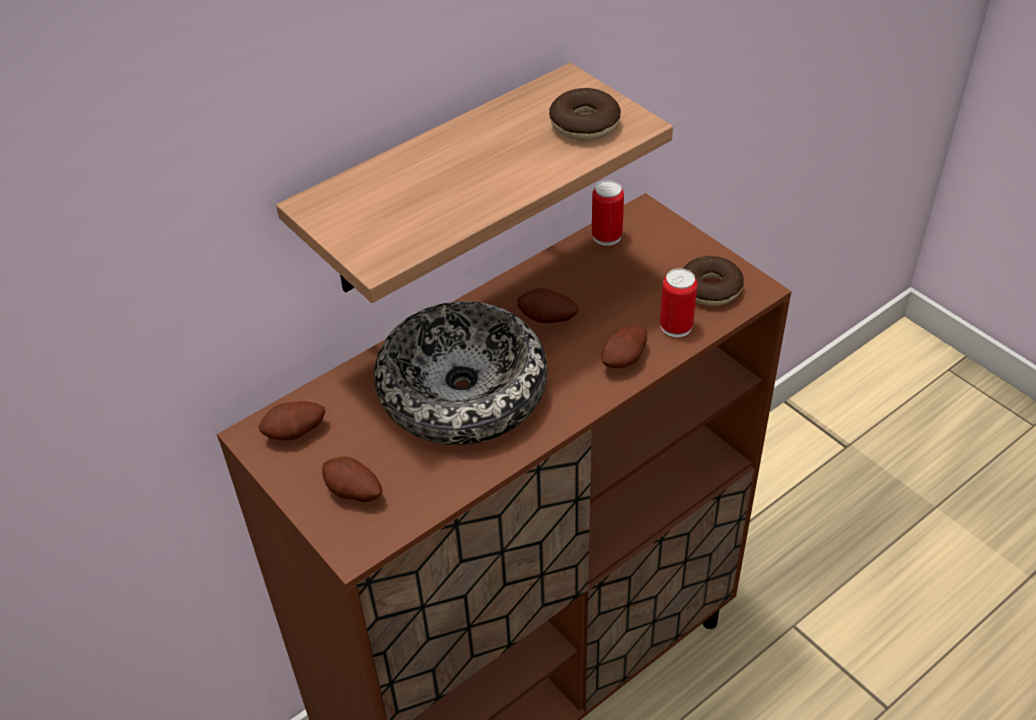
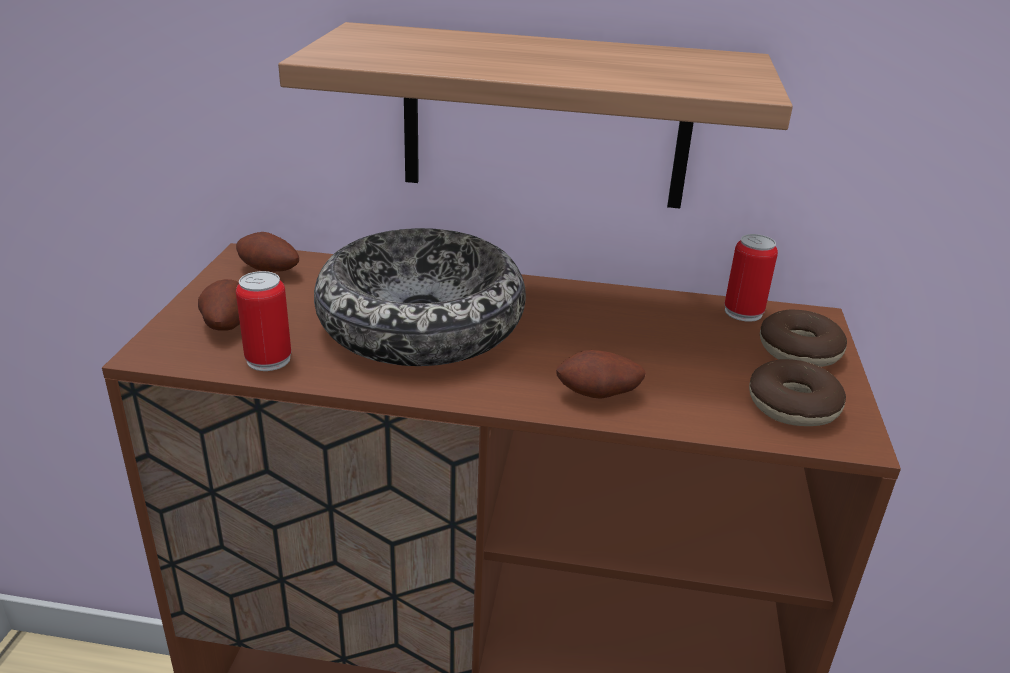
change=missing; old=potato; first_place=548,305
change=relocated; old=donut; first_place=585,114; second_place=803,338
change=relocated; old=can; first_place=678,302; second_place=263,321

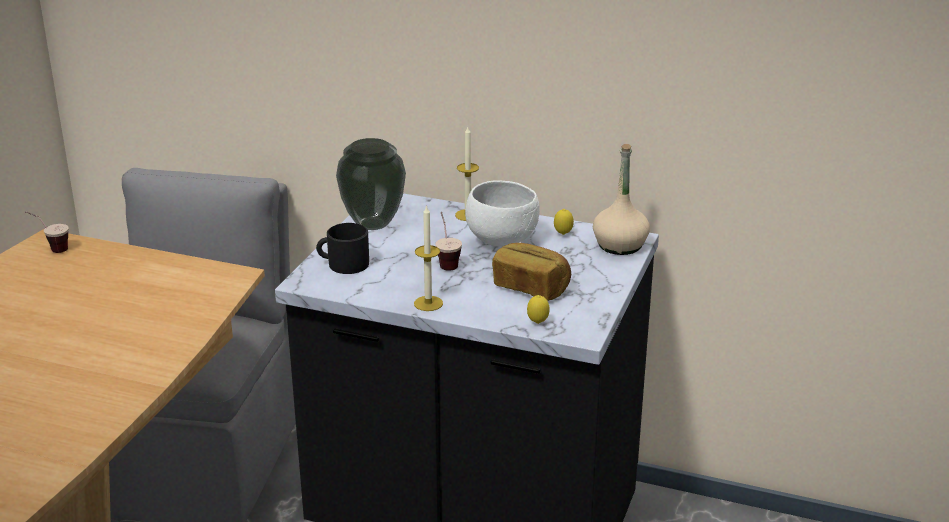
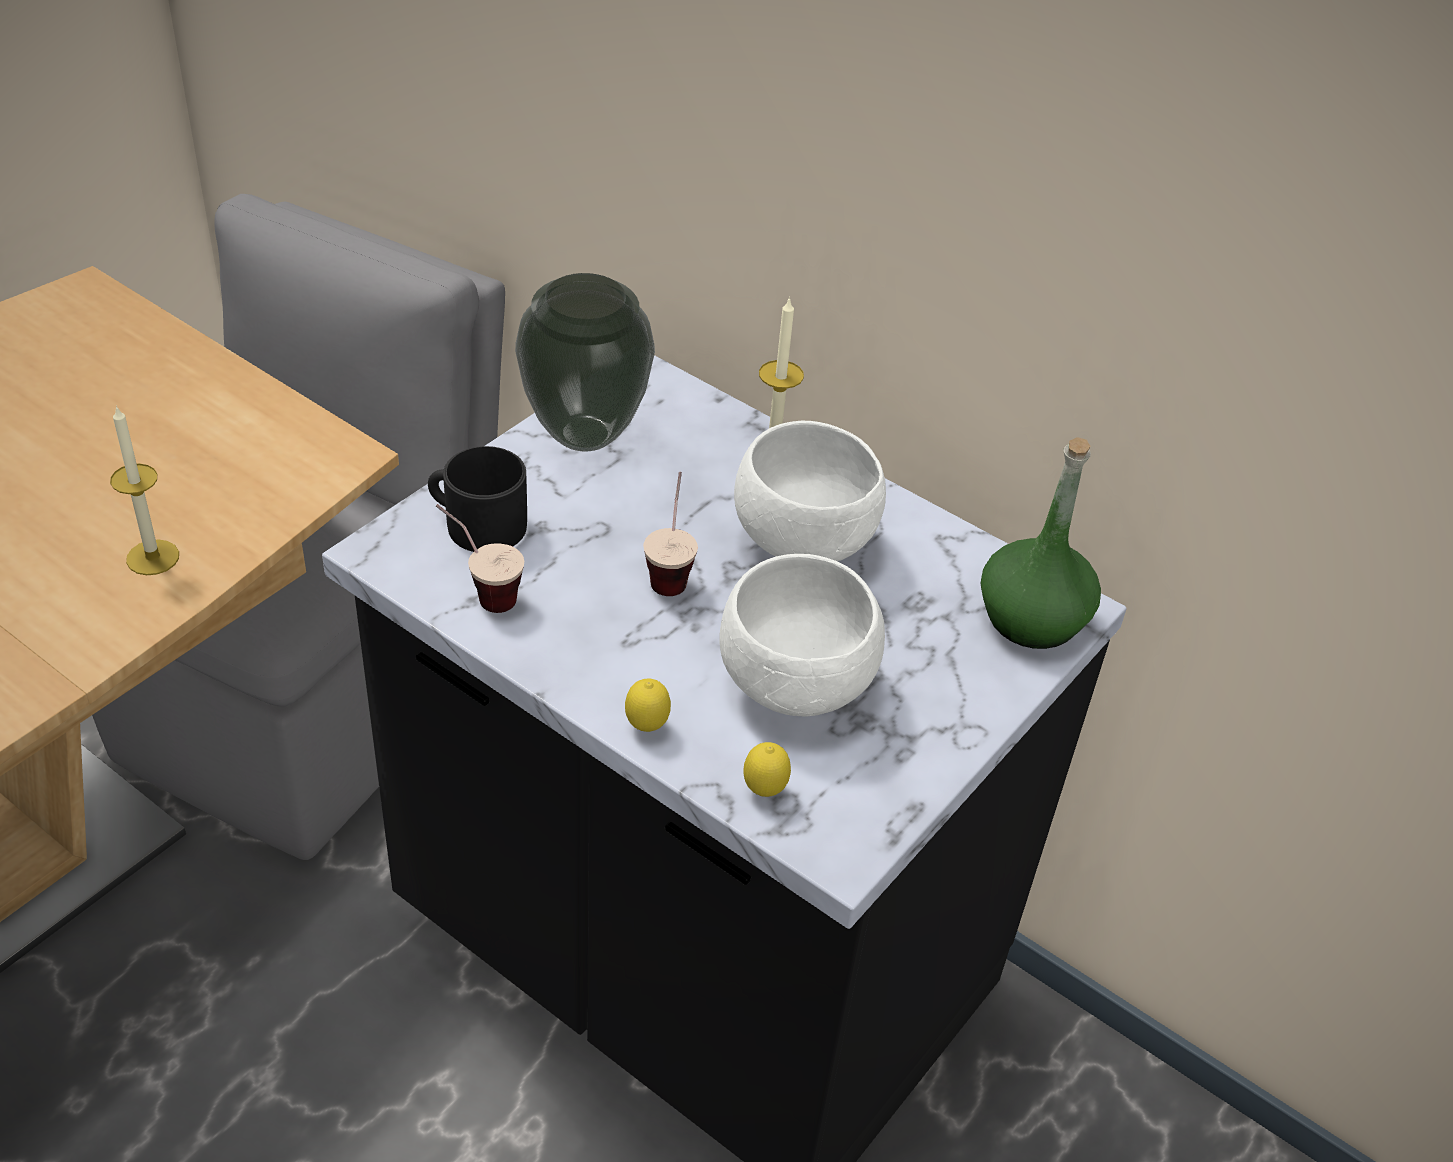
change=relocated; old=cup; first_place=46,232; second_place=480,558
change=relocated; old=candle; first_place=428,258; second_place=144,490
change=exchanged; old=bread; new=bowl/white; first_place=531,272; second_place=802,635
change=relocated; old=lemon; first_place=564,222; second_place=648,705
change=colour; old=bottle/beige; new=bottle/green; first_place=621,199; second_place=1041,543

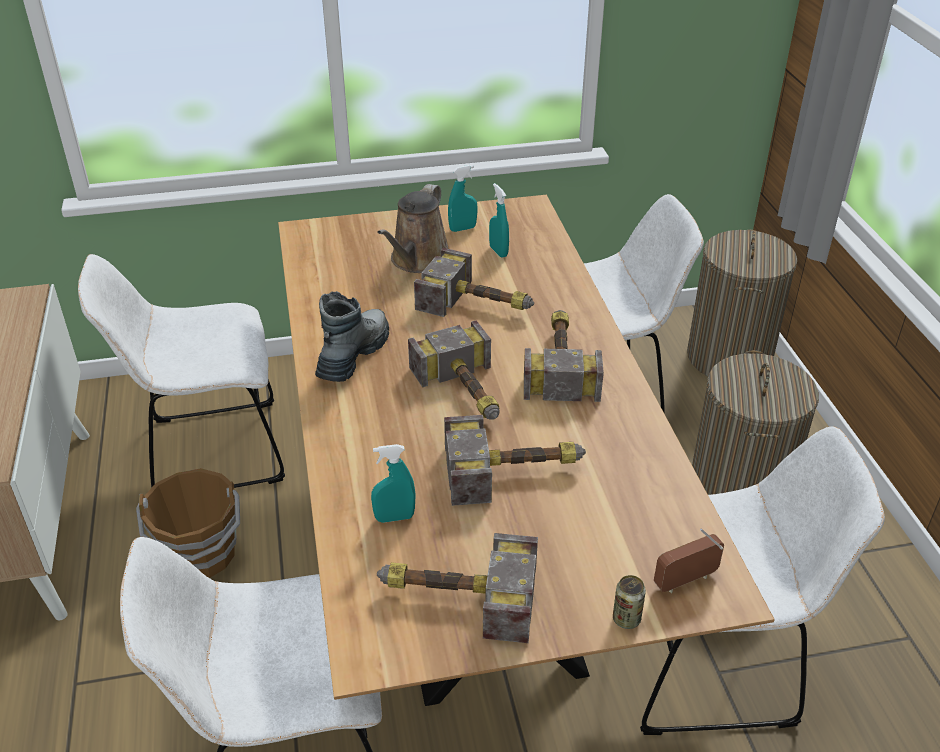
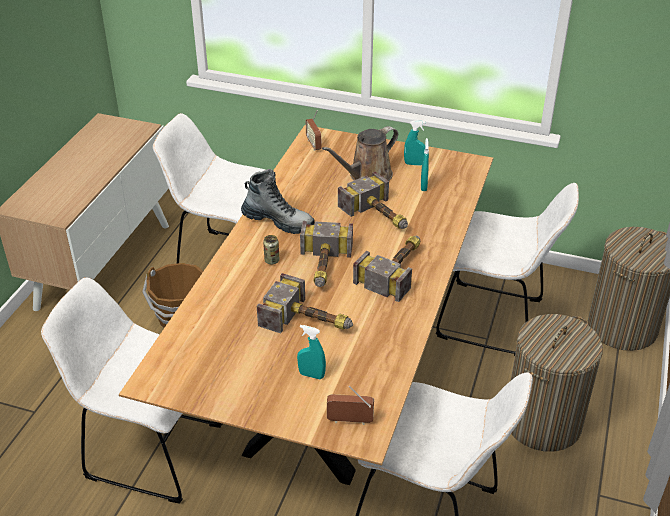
change=spun; old=boot; first_place=352,336; second_place=278,201; degrees=60
change=relocated; old=spray bottle/turquoise; first_place=393,483; second_place=311,352
change=missing; old=hammer; first_place=457,588
change=relocated; old=can; first_place=629,602; second_place=271,249
change=appeared; new=radio; second_place=313,130

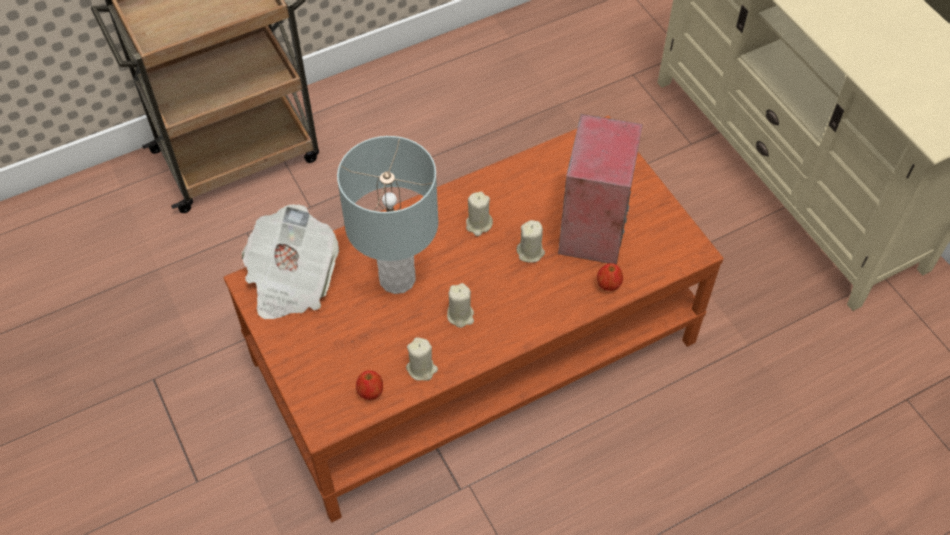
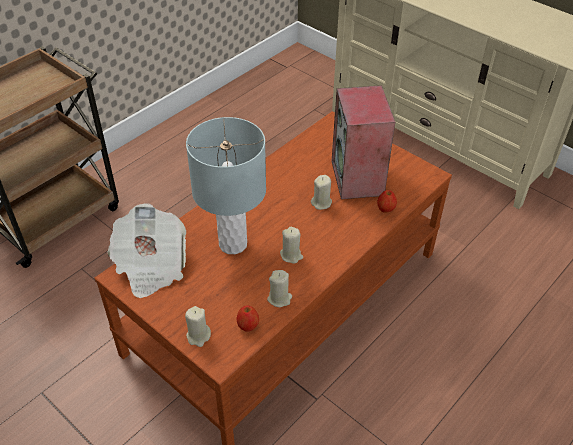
change=relocated; old=candle/beige; first_place=479,214; second_place=198,326

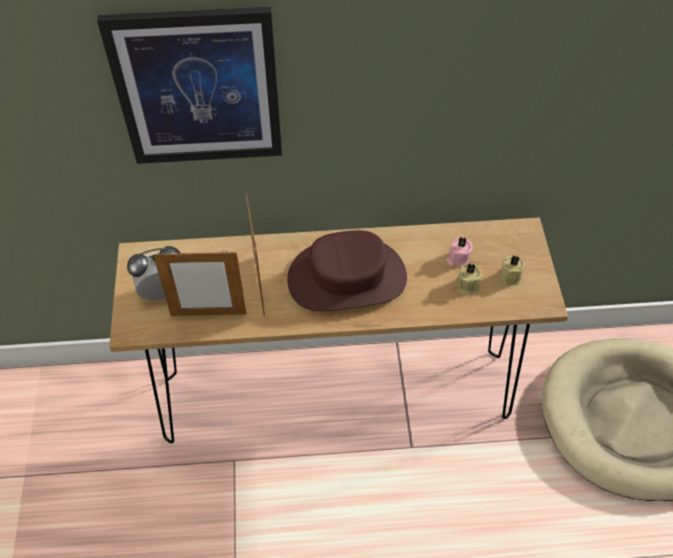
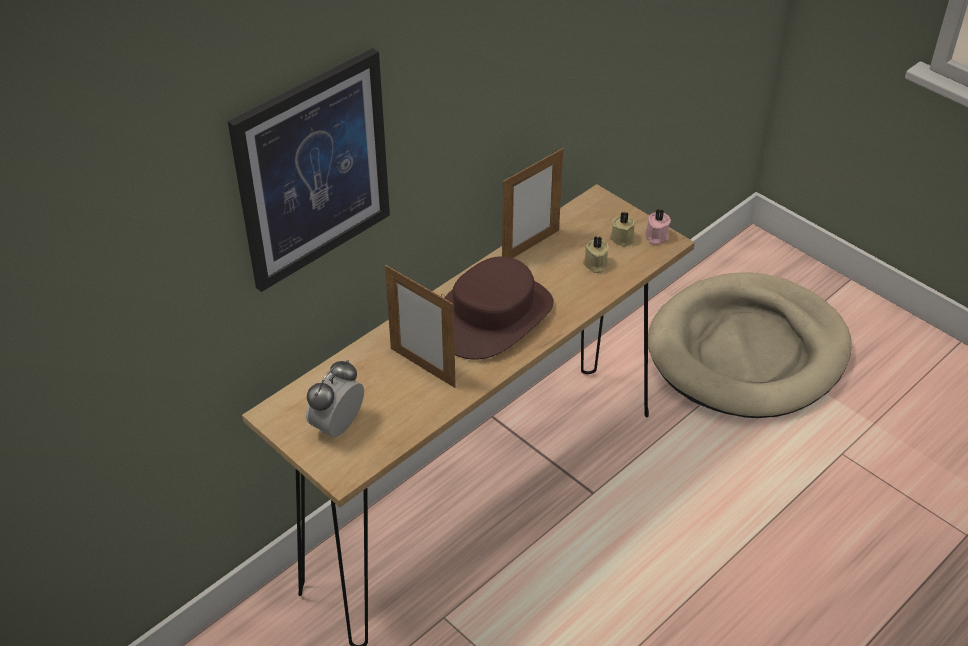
change=relocated; old=picture frame; first_place=199,283; second_place=532,203
change=relocated; old=candle/pink; first_place=459,252; second_place=658,227

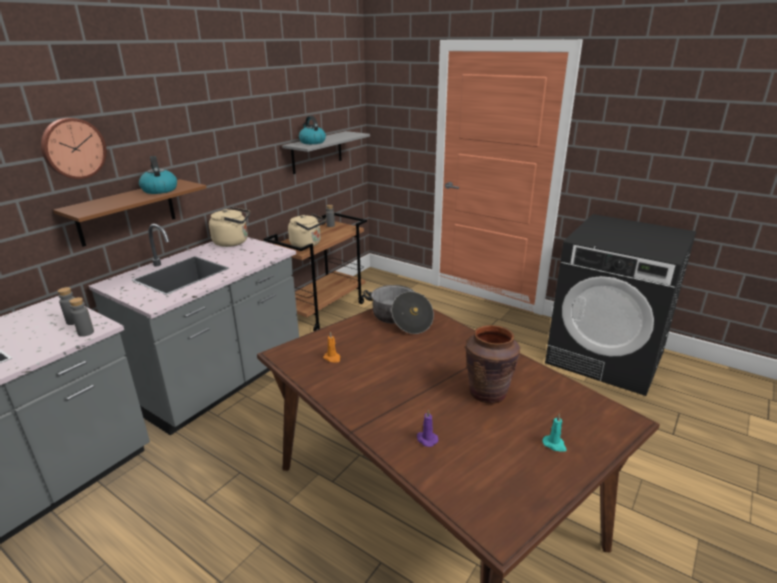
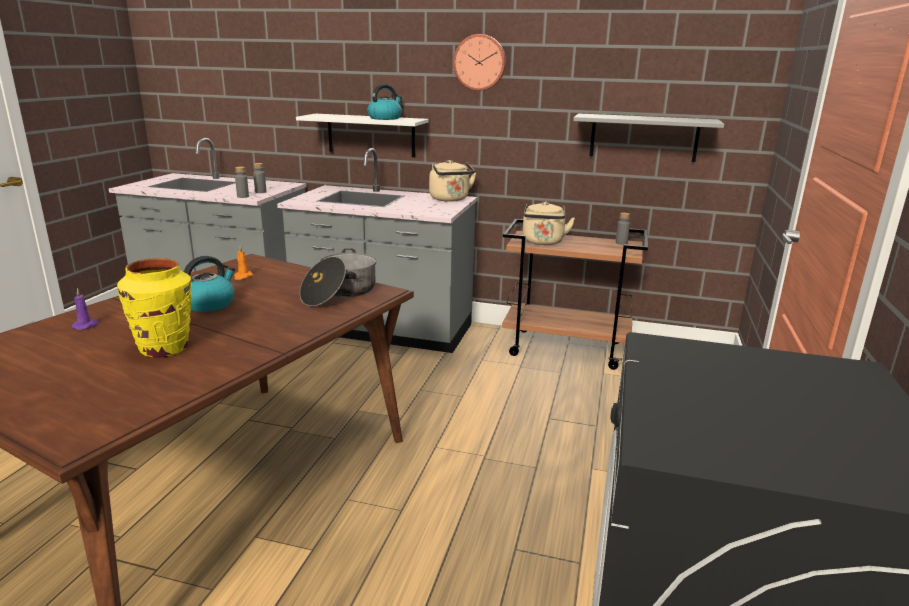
change=relocated; old=wall clock; first_place=74,148; second_place=479,62
change=colour; old=shelf/brown; new=shelf/white; first_place=129,213; second_place=362,135
change=relocated; old=kettle; first_place=312,130; second_place=209,284
change=colour; old=vase/brown; new=vase/yellow; first_place=492,364; second_place=154,308
change=missing; old=candle/turquoise; first_place=554,432

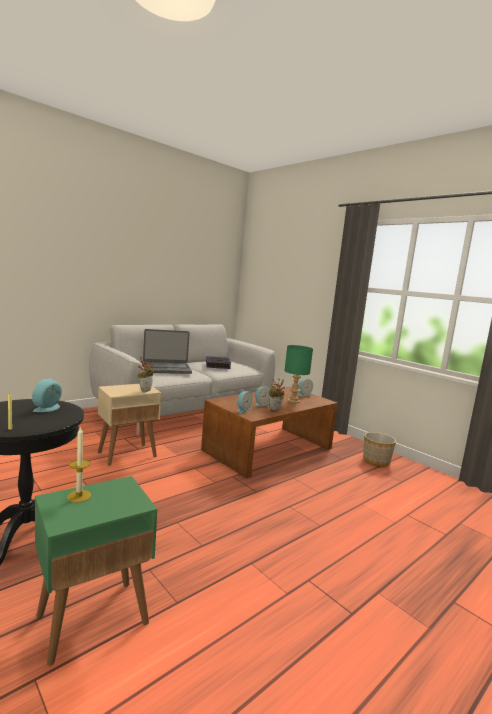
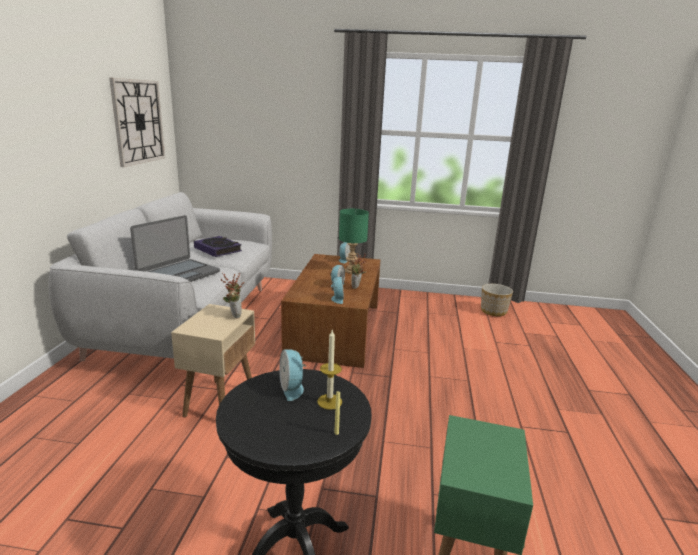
change=relocated; old=candle; first_place=79,464; second_place=329,370
change=relocated; old=planter; first_place=379,449; second_place=497,300
change=appeared; new=wall clock; second_place=137,122

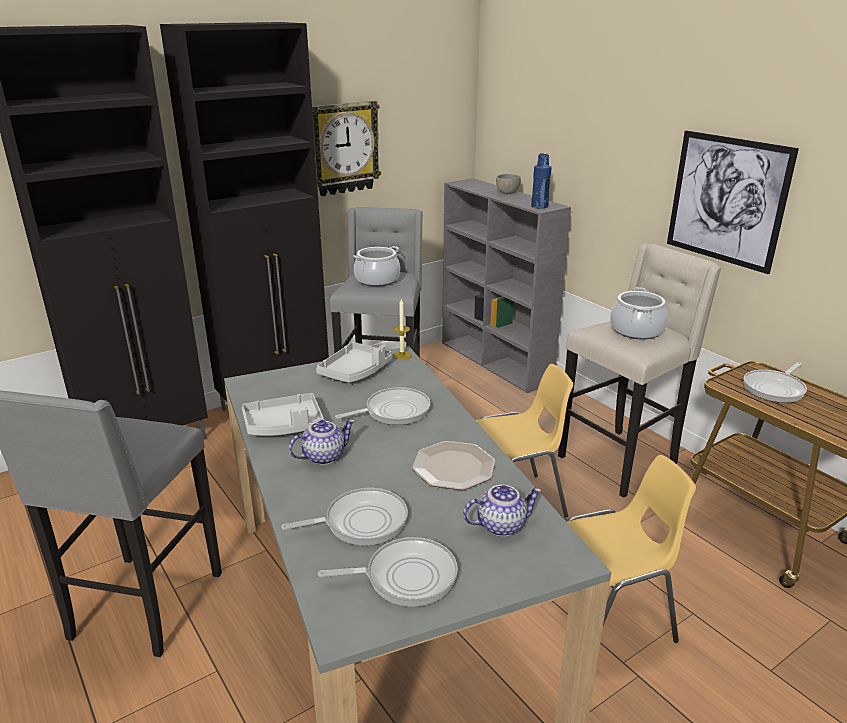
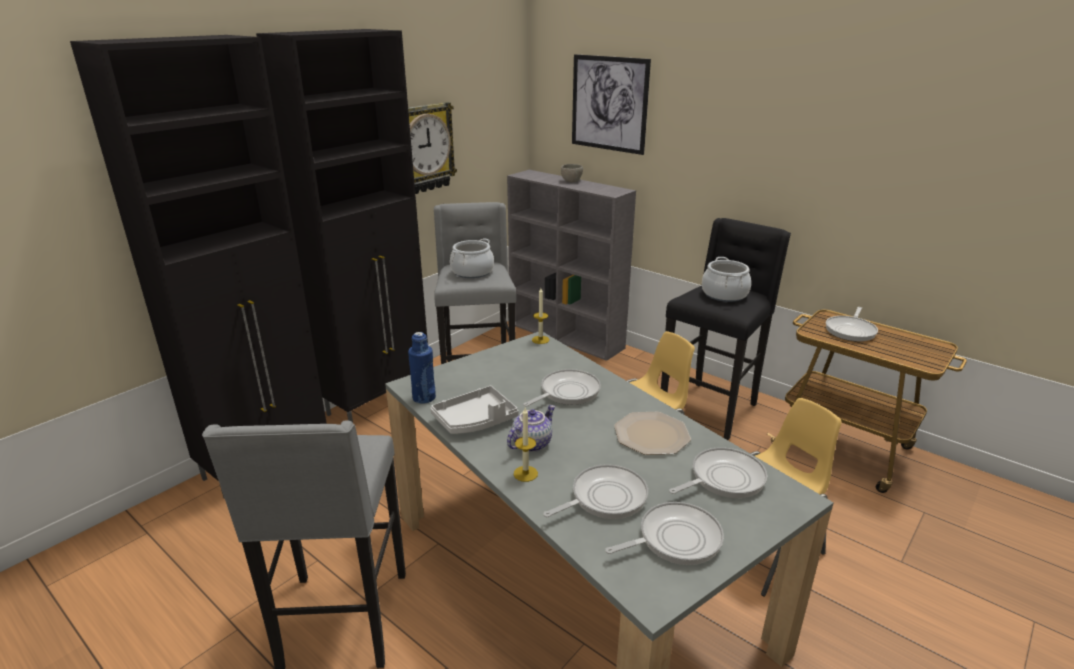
change=missing; old=tray/grey; first_place=354,362
change=exchanged; old=teapot; new=frying pan; first_place=502,511; second_place=718,472
change=relocated; old=bottle/blue; first_place=541,181; second_place=422,368
change=colour; old=stool/beige; new=stool/black; first_place=640,370; second_place=726,329
change=relocated; old=picture; first_place=733,202; second_place=611,104
change=appeared; new=candle; second_place=526,445

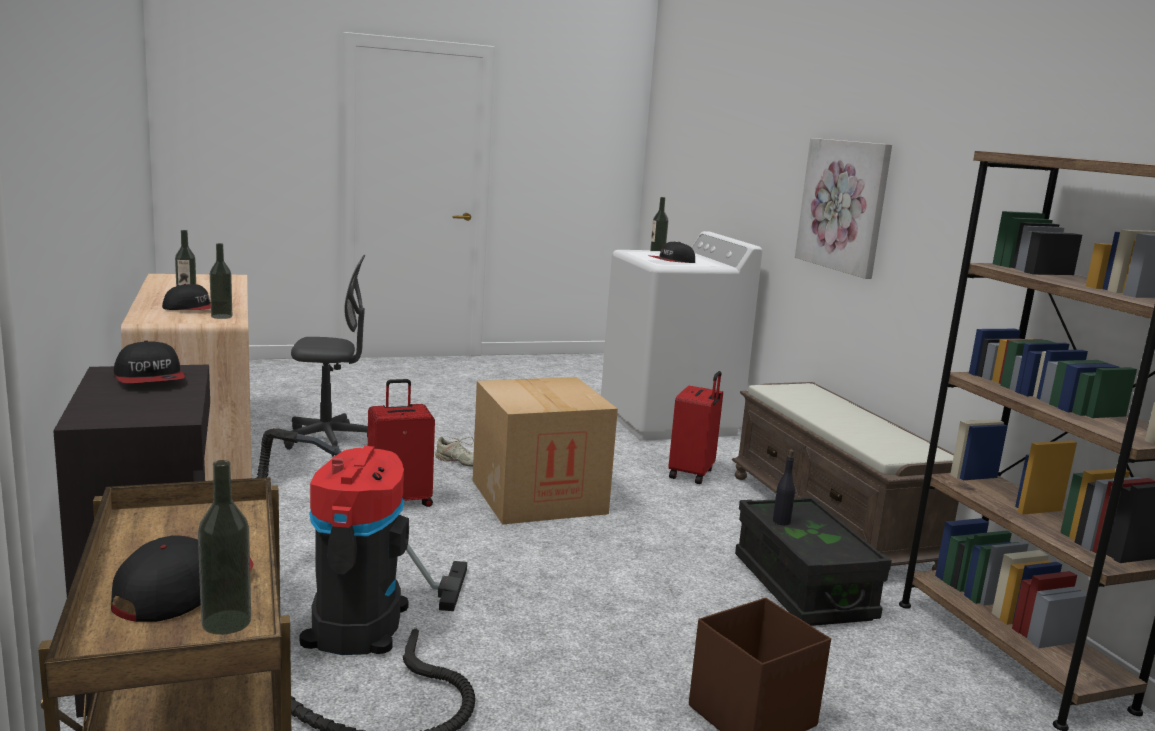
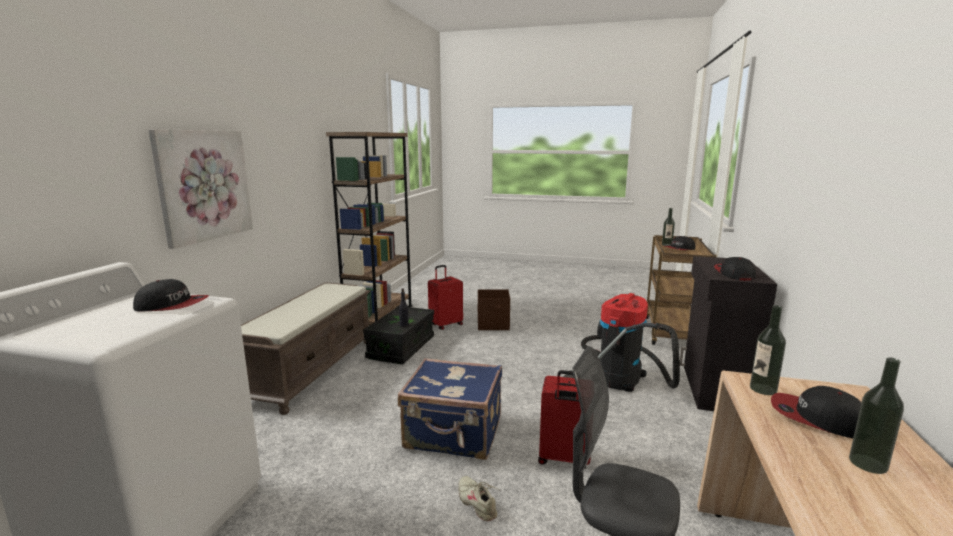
change=exchanged; old=cardboard box; new=suitcase/blue; first_place=545,451; second_place=450,409
change=missing; old=bottle; first_place=659,226
change=relocated; old=suitcase/red; first_place=696,427; second_place=445,297

